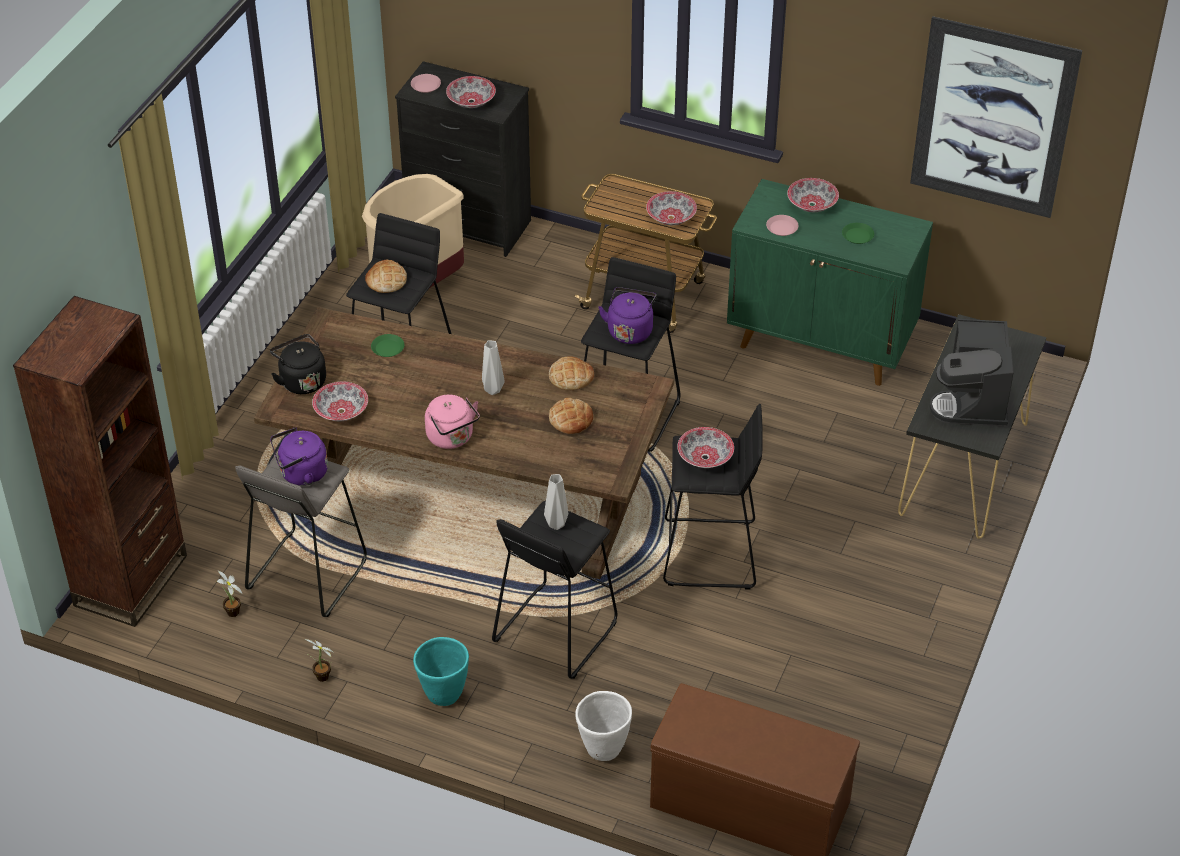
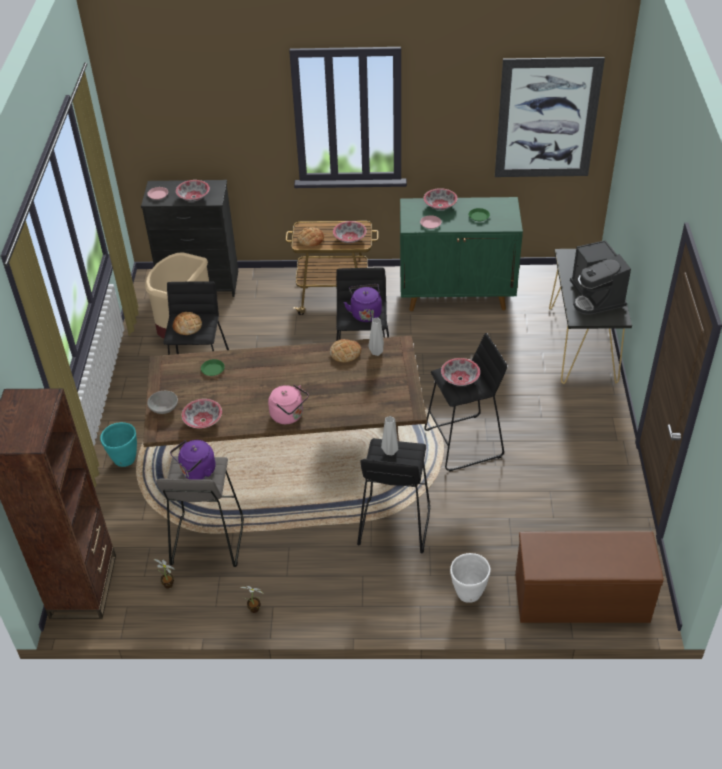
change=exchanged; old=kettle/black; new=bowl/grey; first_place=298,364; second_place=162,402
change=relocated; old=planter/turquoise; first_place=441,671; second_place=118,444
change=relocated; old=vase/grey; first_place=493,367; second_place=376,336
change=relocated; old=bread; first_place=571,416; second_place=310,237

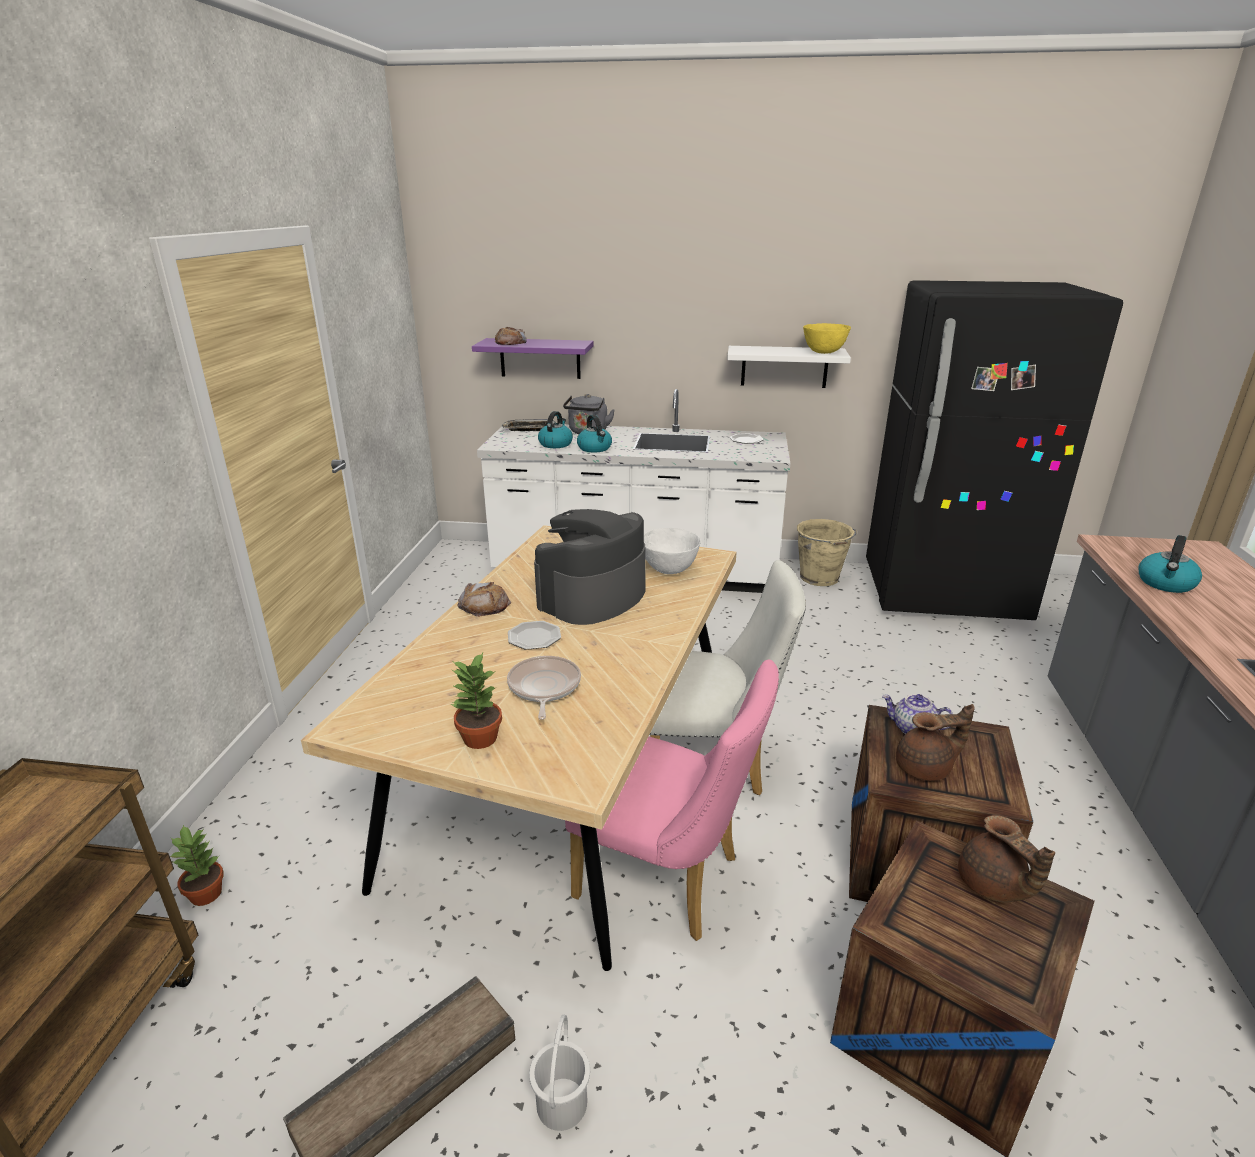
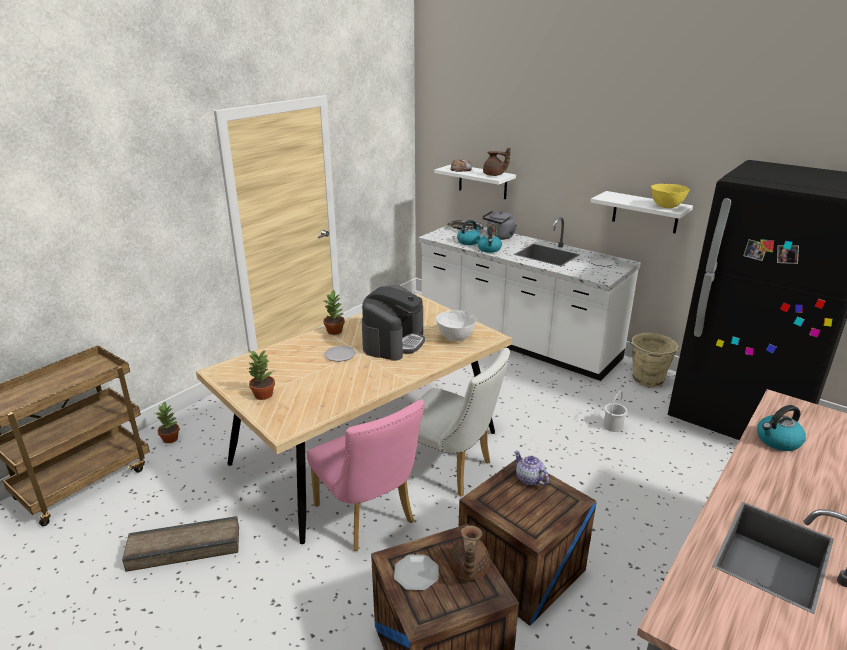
change=exchanged; old=bread; new=potted plant; first_place=484,599; second_place=334,312
change=colour; old=shelf/purple; new=shelf/white; first_place=533,358; second_place=475,182
change=missing; old=frying pan; first_place=544,688
change=relocated; old=bucket/white; first_place=559,1073; second_place=615,411
change=spun; old=coffee machine; first_place=590,567; second_place=393,323; degrees=135
change=relocated; old=teapot/brown; first_place=935,742; second_place=496,162
change=appeared; new=plate; second_place=416,572

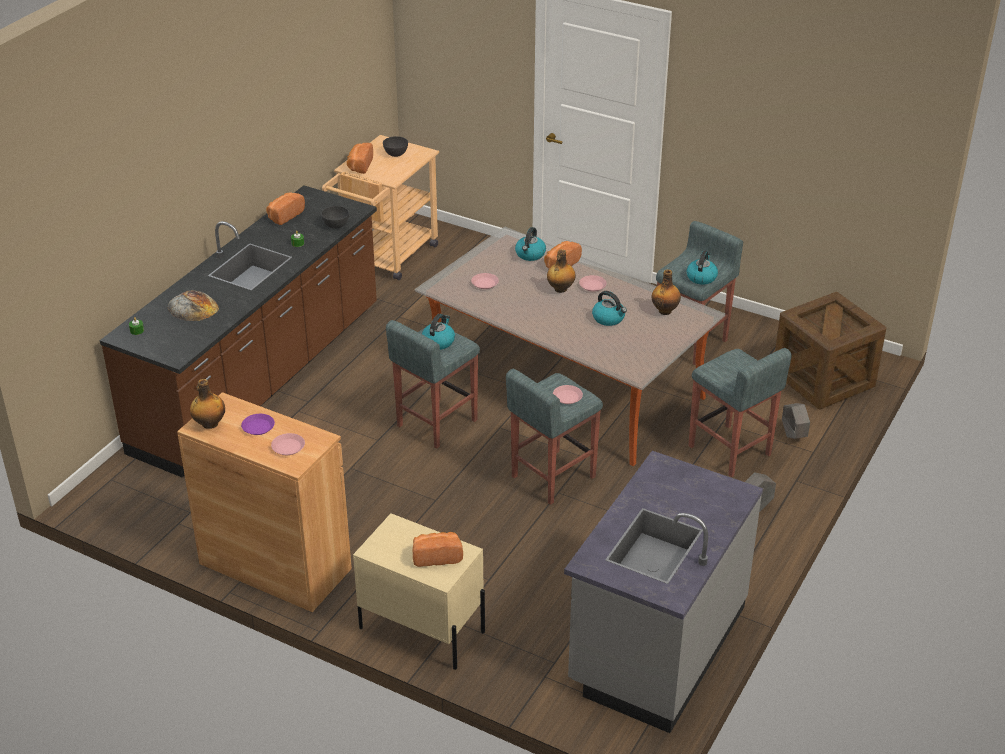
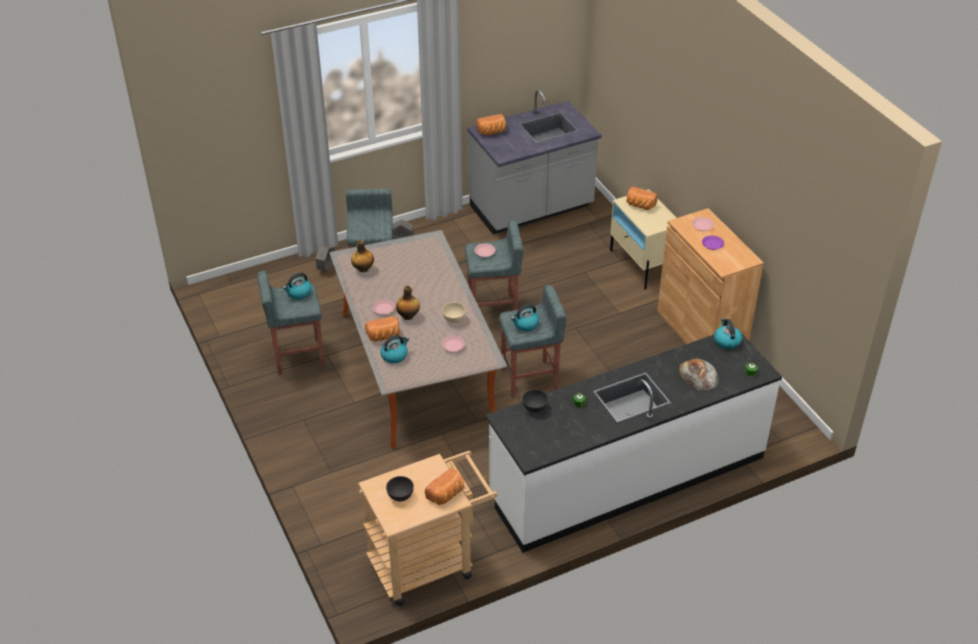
change=colour; old=counter/brown; new=counter/white; first_place=238,331; second_place=634,440
change=missing; old=bottle; first_place=207,404
change=relocated; old=bread; first_place=285,208; second_place=491,125
change=relocated; old=kettle; first_place=609,308; second_place=728,333
change=missing; old=crate; first_place=831,351
change=appeared; new=bowl/beige; second_place=454,313

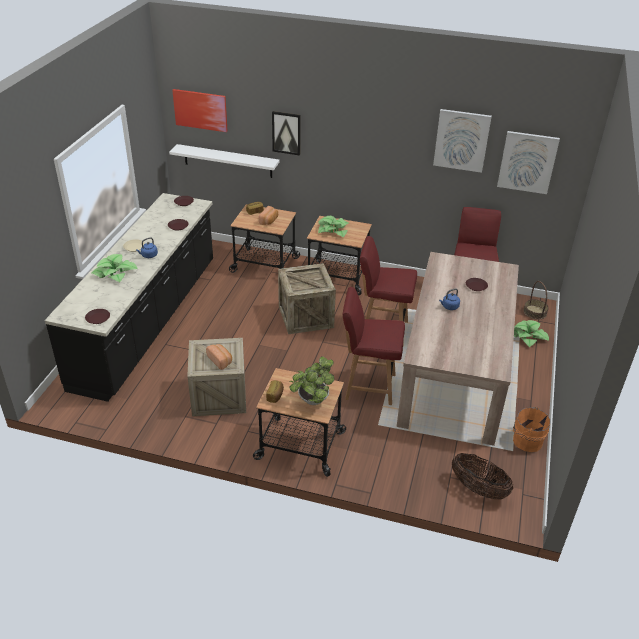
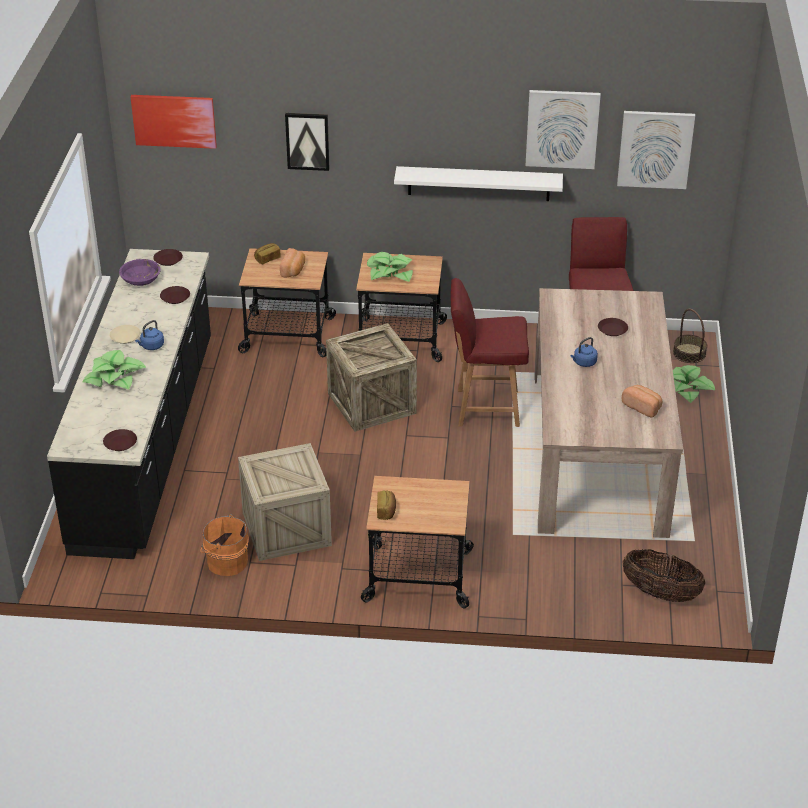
change=relocated; old=shelf/white; first_place=224,161; second_place=478,183
change=relocated; old=bread; first_place=219,357; second_place=642,401
change=missing; old=potted plant; first_place=311,380
change=missing; old=chair/red; first_place=374,346
change=relocated; old=bucket/orange; first_place=531,429; second_place=224,545
change=appeared; new=bowl/purple; second_place=140,272

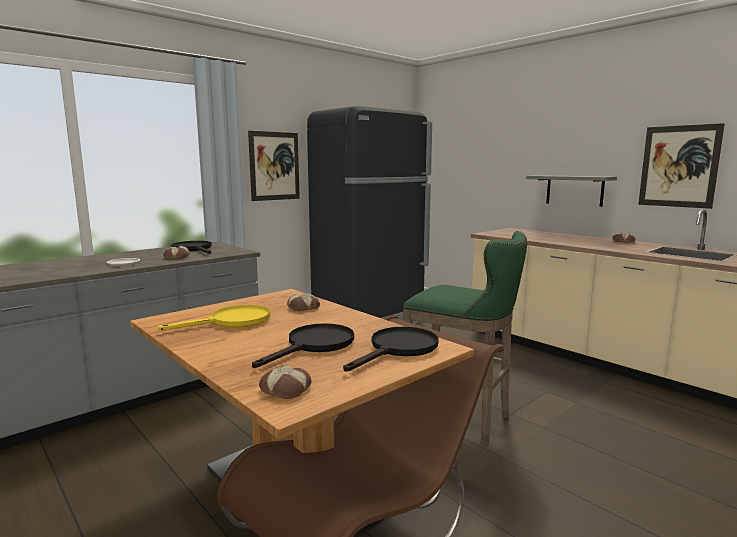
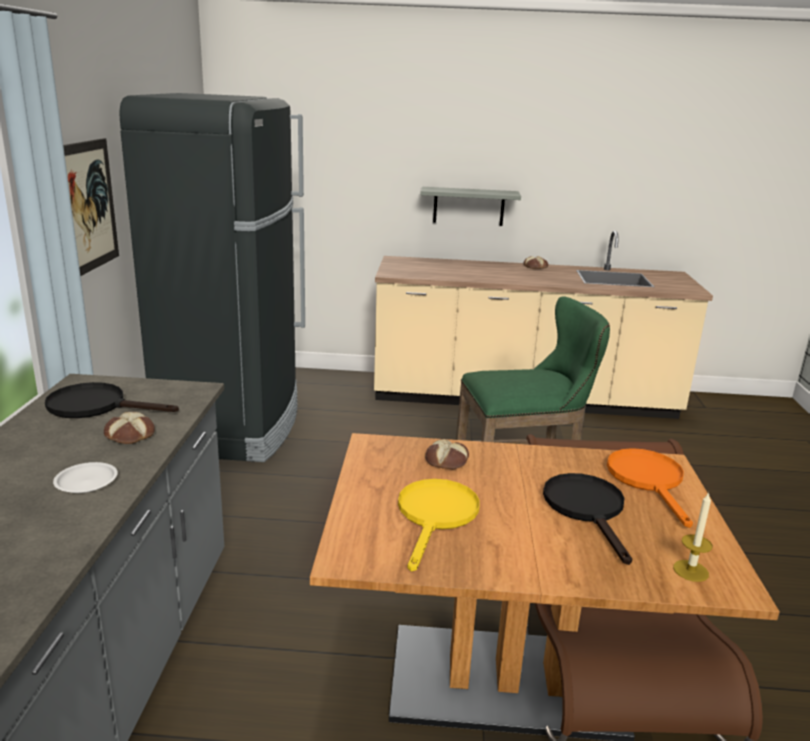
change=exchanged; old=bread; new=candle; first_place=285,382; second_place=693,537
change=colour; old=frying pan/black; new=frying pan/orange; first_place=391,349; second_place=650,488
change=missing; old=picture; first_place=681,166

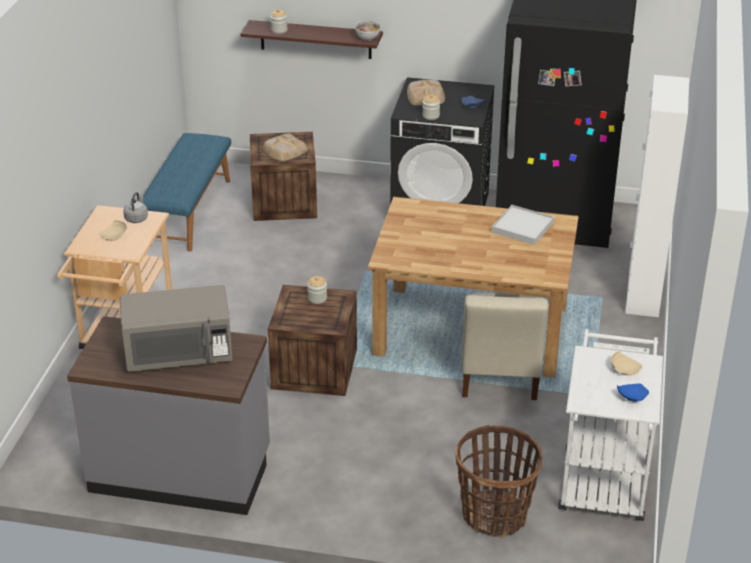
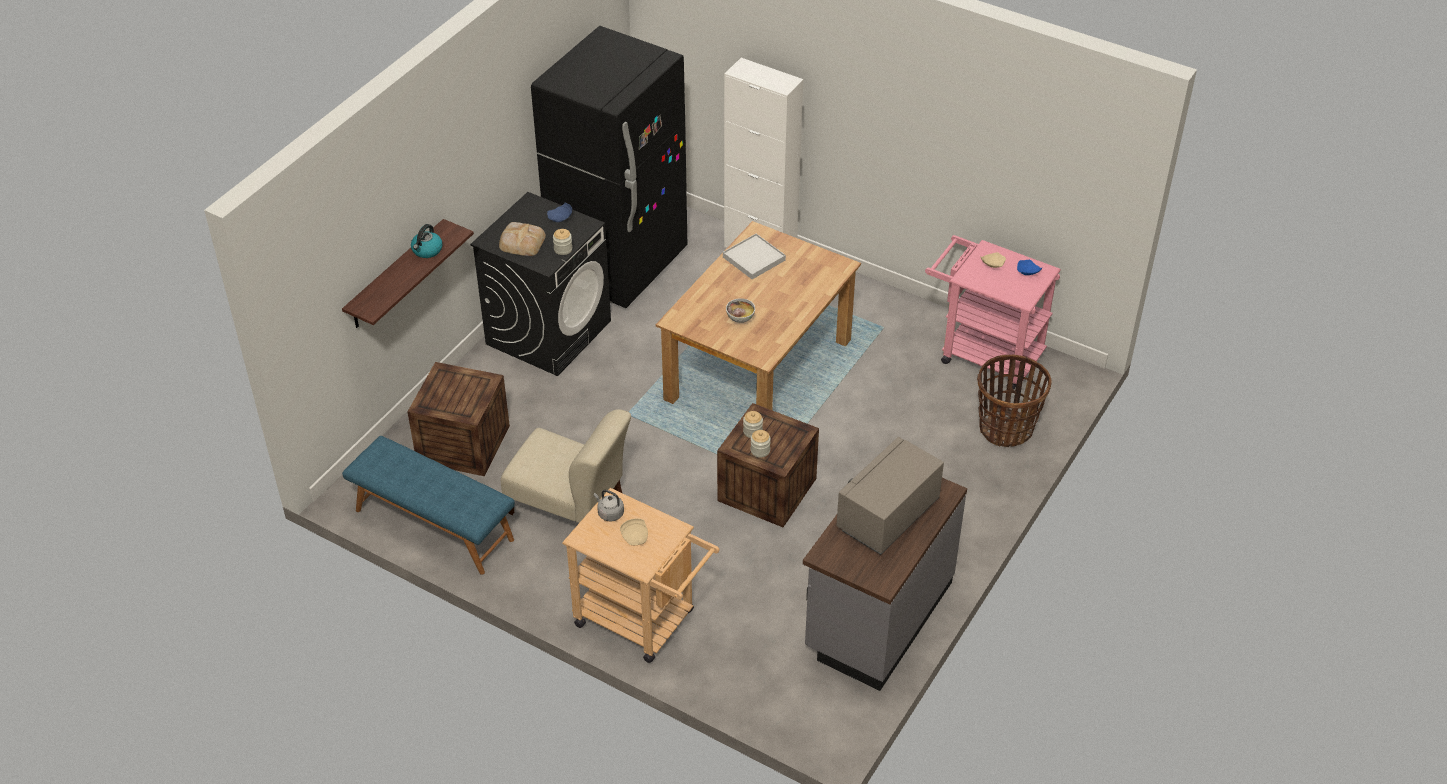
change=spun; old=microwave/grey; first_place=176,328; second_place=890,496; degrees=-150
change=missing; old=bread; first_place=285,147
change=relocated; old=jar; first_place=279,21; second_place=761,444
change=relocated; old=bowl; first_place=368,31; second_place=740,310
change=relocated; old=chair/beige; first_place=505,346; second_place=566,466
change=colour; old=cart/white; new=cart/pink; first_place=610,425; second_place=993,312
change=appeared; new=kettle; second_place=427,241

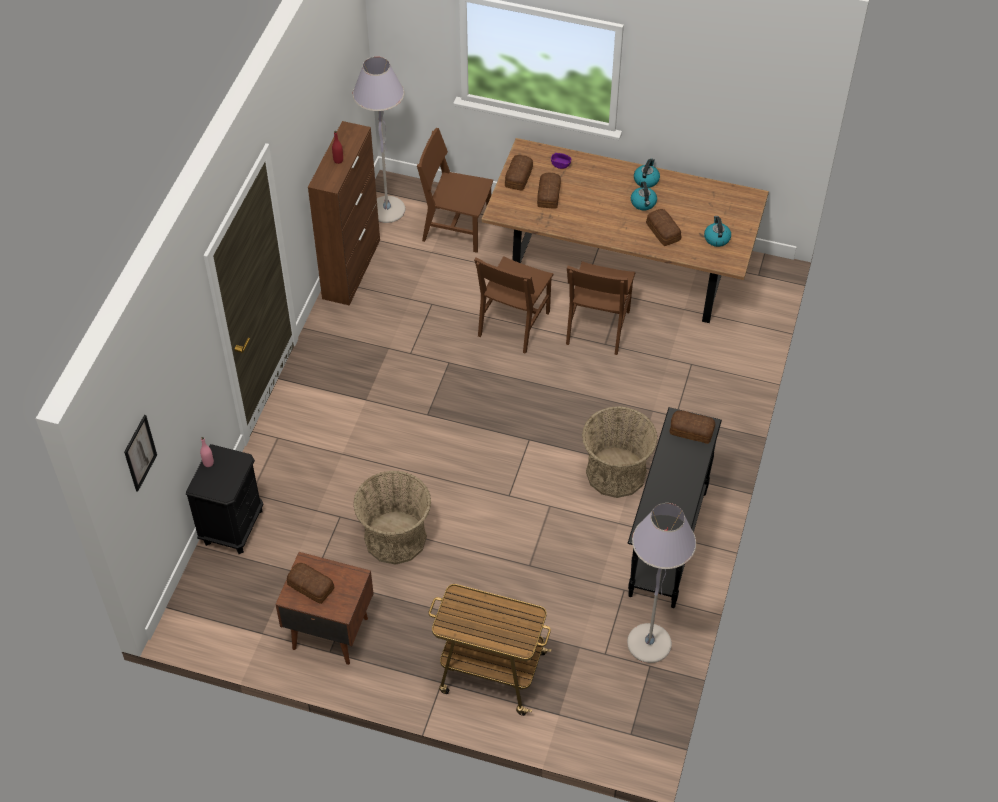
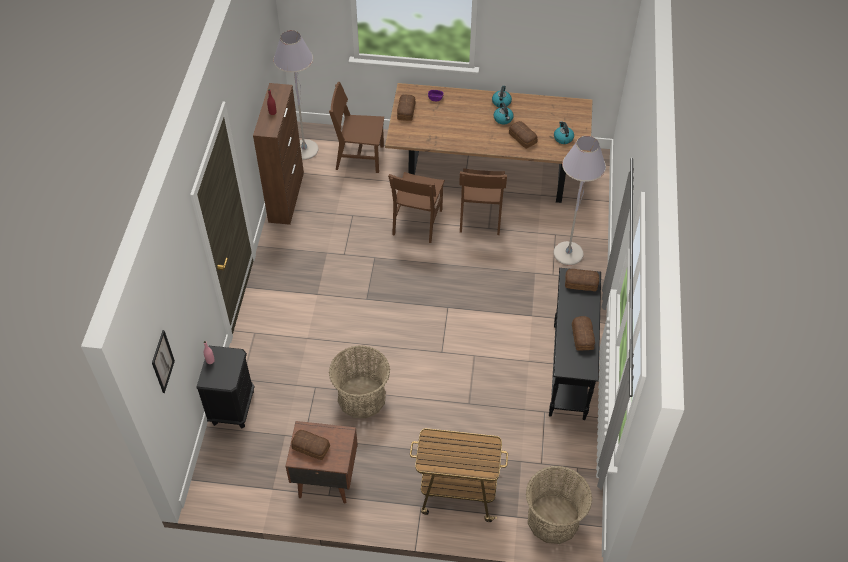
change=relocated; old=bread; first_place=549,190; second_place=583,333
change=relocated; old=basket; first_place=620,452; second_place=559,505
change=relocated; old=floor lamp/grey; first_place=661,583; second_place=580,200

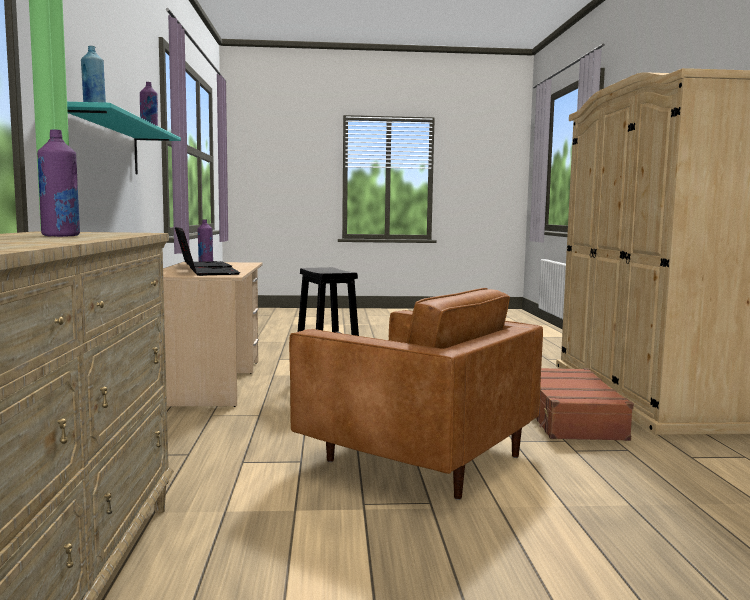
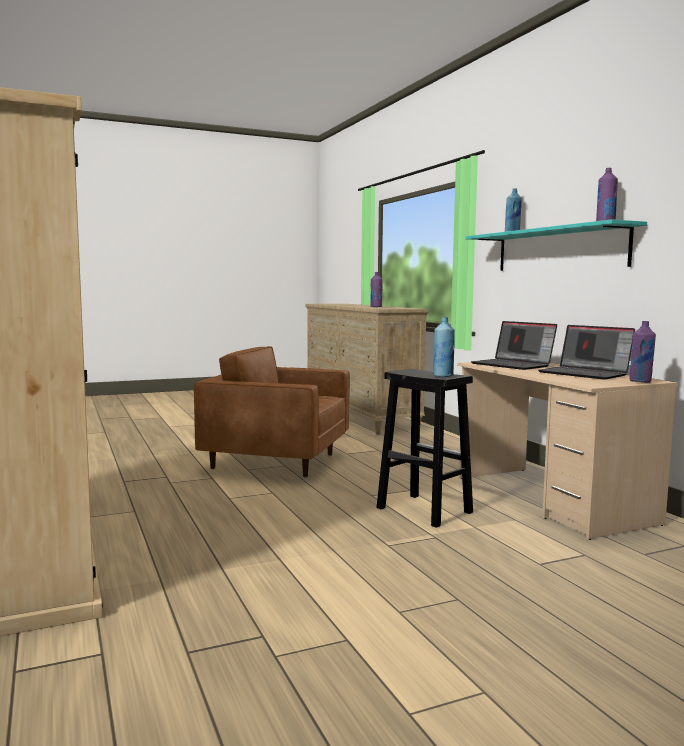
change=missing; old=suitcase/brown; first_place=585,404
change=appeared; new=bottle/blue; second_place=444,347

